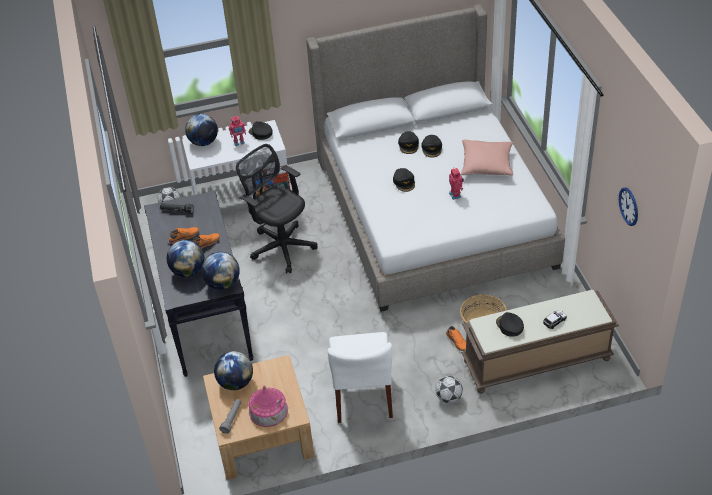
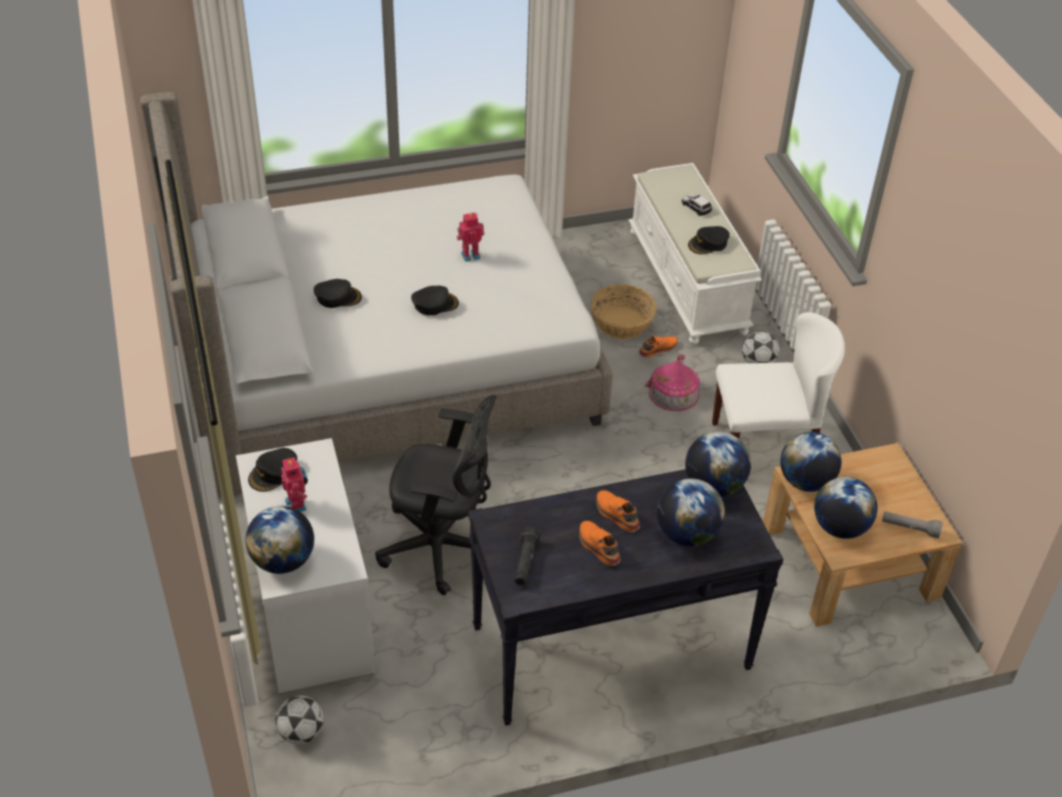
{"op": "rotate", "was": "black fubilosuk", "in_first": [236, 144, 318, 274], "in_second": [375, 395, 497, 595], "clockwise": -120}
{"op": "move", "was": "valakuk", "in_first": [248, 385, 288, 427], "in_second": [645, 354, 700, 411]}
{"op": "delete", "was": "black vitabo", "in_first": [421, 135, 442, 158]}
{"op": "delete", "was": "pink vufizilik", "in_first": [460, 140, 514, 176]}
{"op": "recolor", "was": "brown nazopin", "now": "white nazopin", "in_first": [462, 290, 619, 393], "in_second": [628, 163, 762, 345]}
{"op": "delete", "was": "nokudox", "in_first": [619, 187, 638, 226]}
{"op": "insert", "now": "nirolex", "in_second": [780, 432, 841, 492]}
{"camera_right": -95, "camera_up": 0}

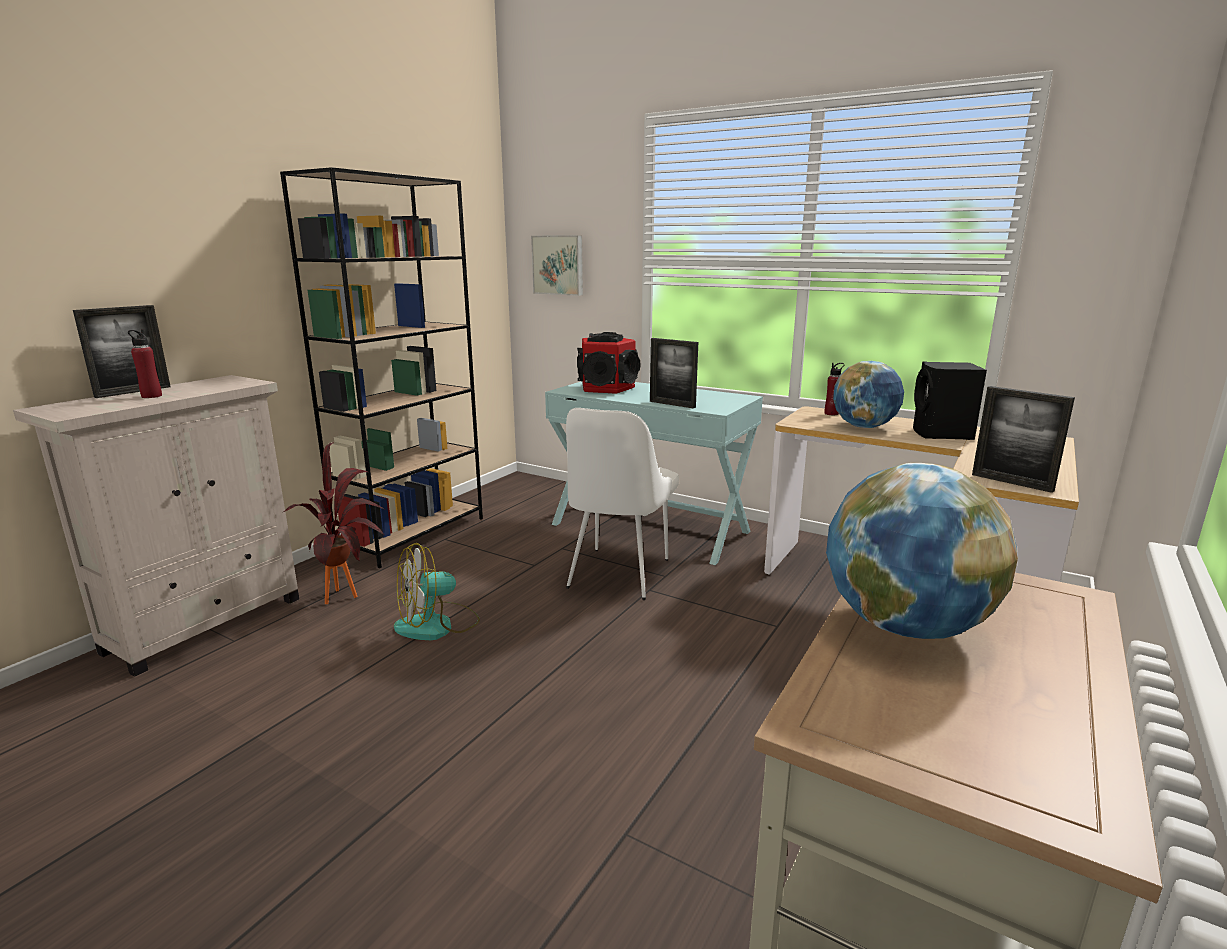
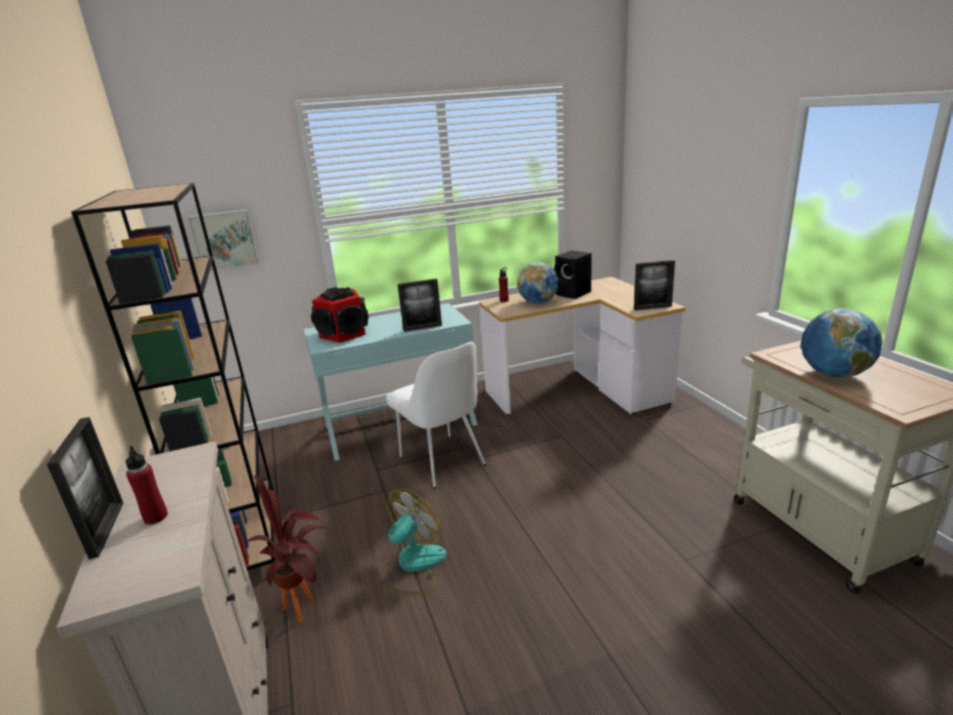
{"op": "rotate", "was": "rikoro", "in_first": [394, 543, 480, 640], "in_second": [381, 489, 447, 594], "clockwise": -150}
{"camera_right": -50, "camera_up": 5}

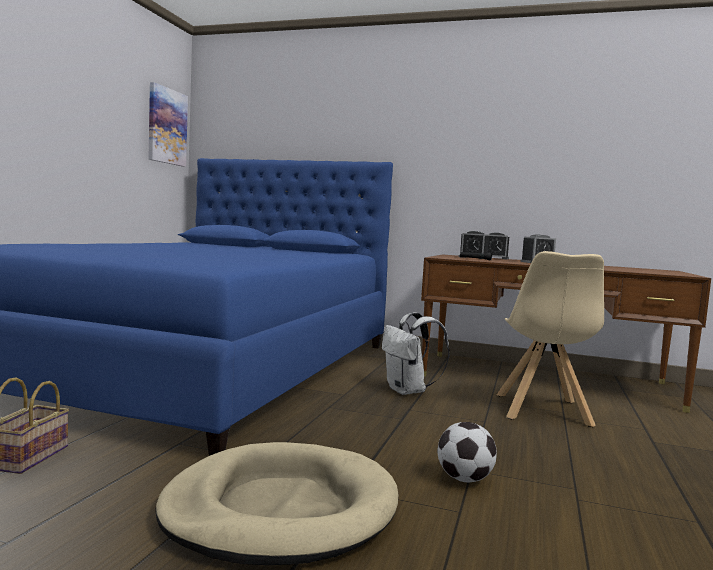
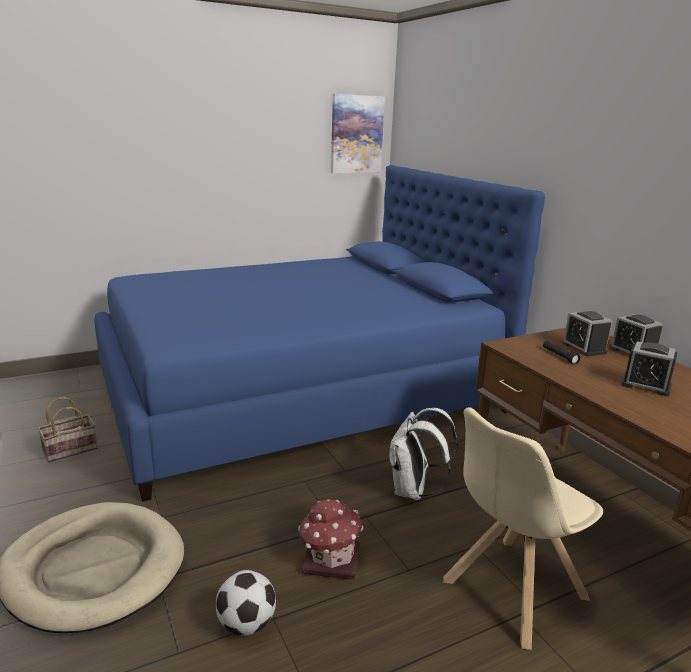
{"op": "insert", "now": "valakuk", "in_second": [298, 499, 363, 580]}
{"camera_right": 45, "camera_up": 15}

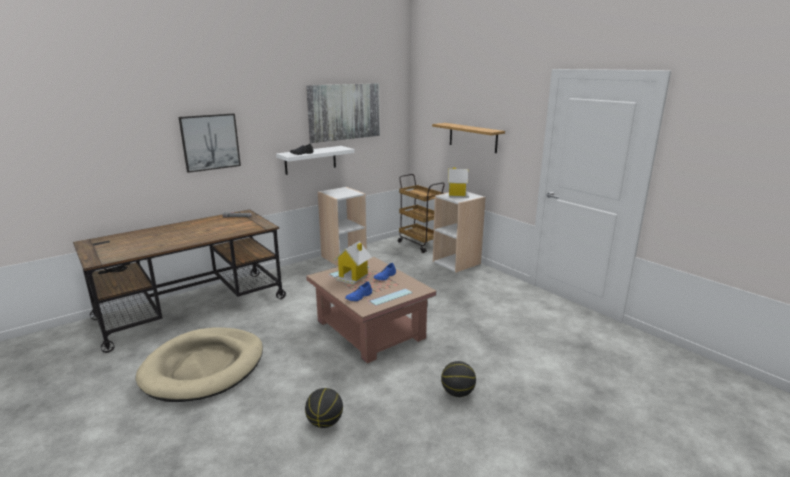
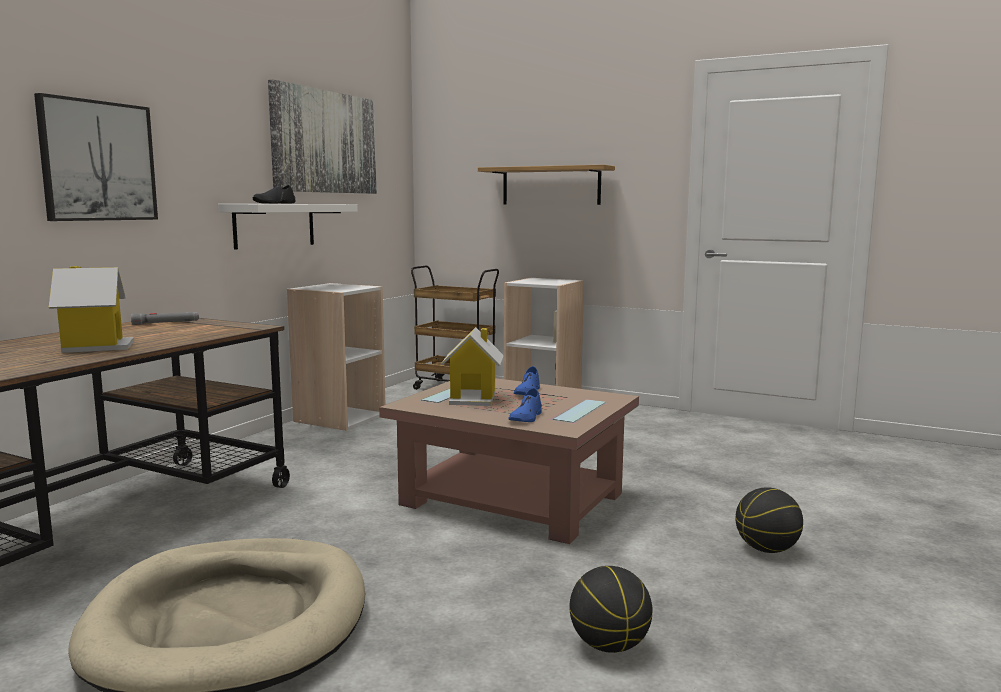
{"op": "move", "was": "valakuk", "in_first": [448, 168, 469, 198], "in_second": [49, 266, 134, 353]}
{"camera_right": -25, "camera_up": -10}

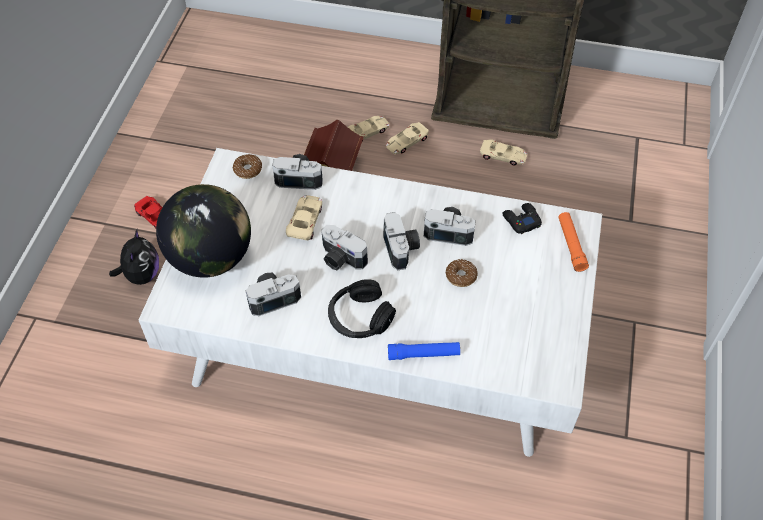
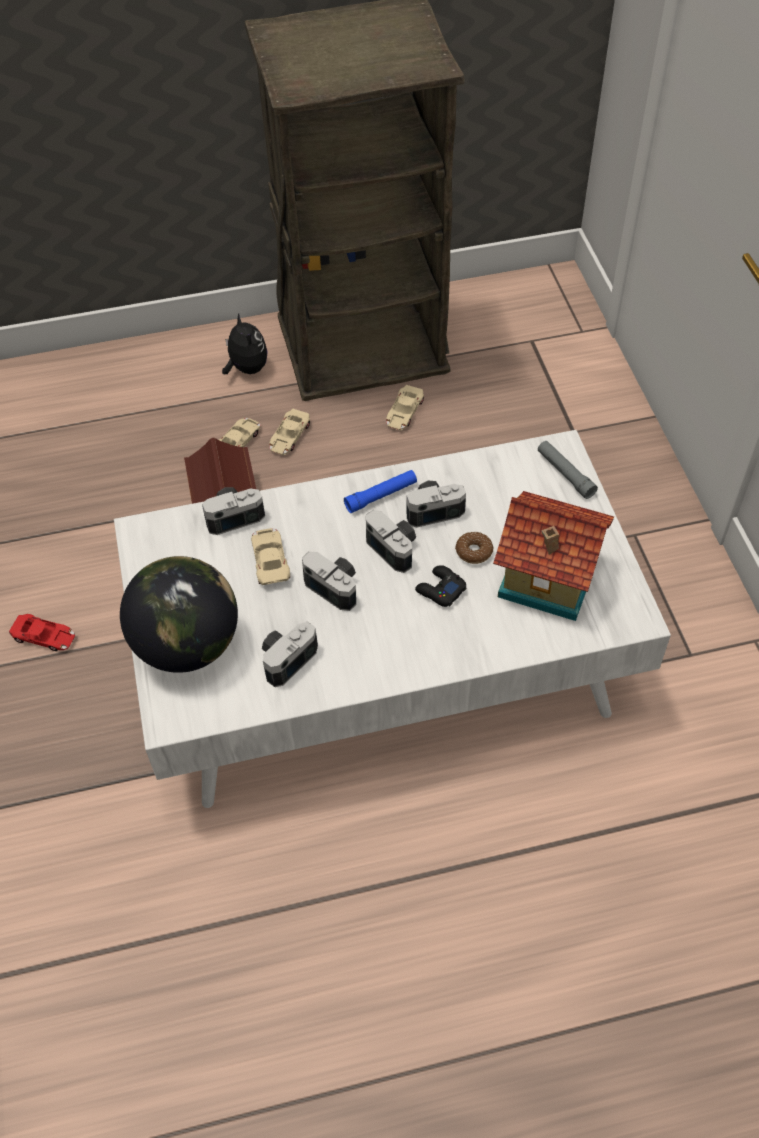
{"op": "move", "was": "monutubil", "in_first": [109, 229, 159, 285], "in_second": [222, 313, 268, 374]}
{"op": "delete", "was": "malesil", "in_first": [233, 154, 262, 179]}
{"op": "rotate", "was": "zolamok", "in_first": [321, 225, 368, 271], "in_second": [302, 552, 356, 611], "clockwise": -150}
{"op": "delete", "was": "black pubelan", "in_first": [328, 279, 396, 338]}
{"op": "move", "was": "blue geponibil", "in_first": [388, 342, 460, 360], "in_second": [344, 470, 417, 513]}
{"op": "rotate", "was": "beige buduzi", "in_first": [480, 139, 527, 165], "in_second": [386, 385, 424, 430], "clockwise": 120}
{"op": "move", "was": "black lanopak", "in_first": [502, 203, 542, 234], "in_second": [415, 565, 466, 607]}
{"op": "recolor", "was": "orange geponibil", "now": "grey geponibil", "in_first": [559, 212, 589, 272], "in_second": [538, 441, 598, 499]}
{"op": "insert", "now": "valakuk", "in_second": [493, 491, 614, 621]}
{"camera_right": -25, "camera_up": 0}

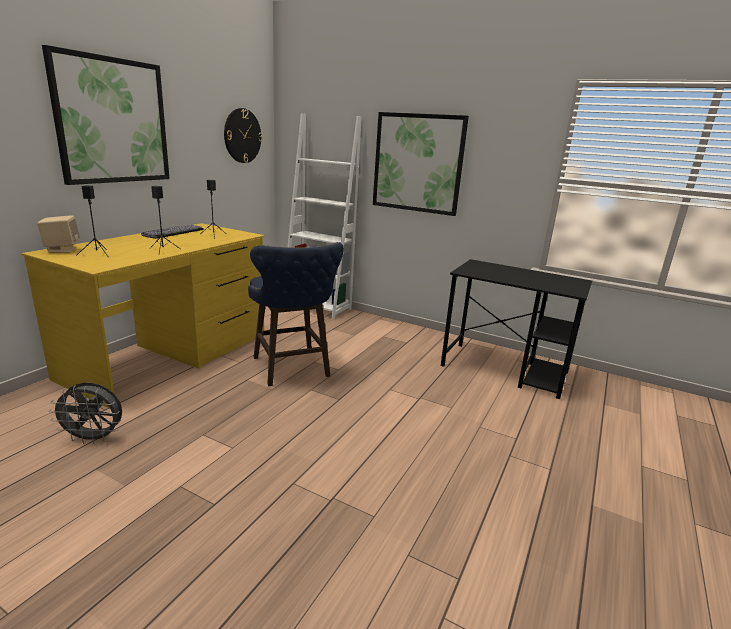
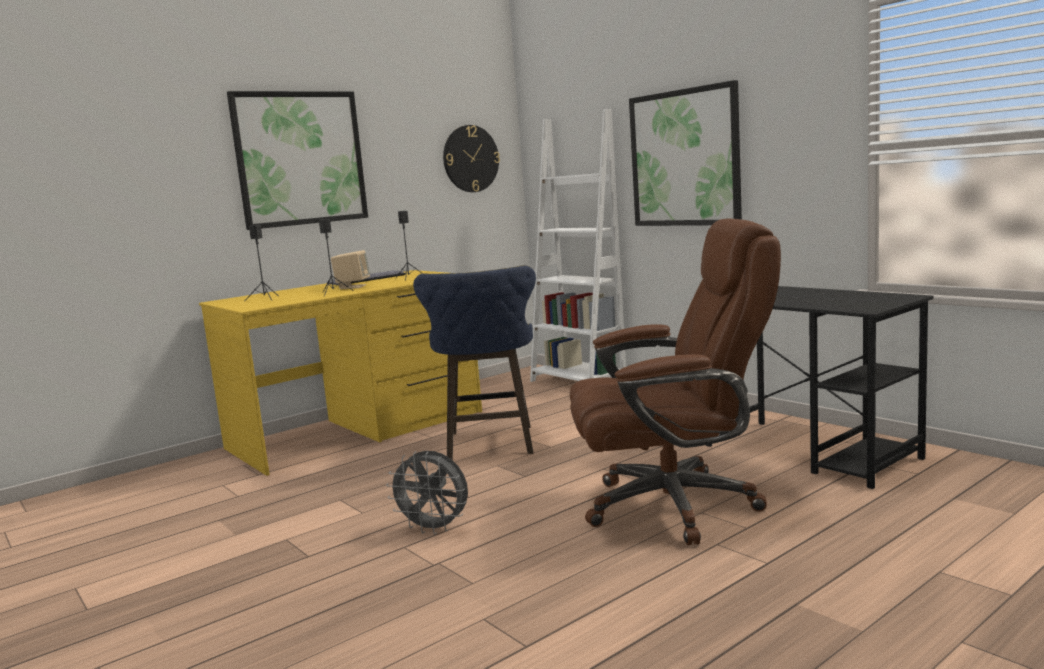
{"op": "move", "was": "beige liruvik", "in_first": [37, 215, 80, 253], "in_second": [331, 250, 370, 289]}
{"op": "move", "was": "grey rikoro", "in_first": [49, 383, 122, 445], "in_second": [386, 451, 468, 535]}
{"op": "insert", "now": "brown fubilosuk", "in_second": [570, 219, 781, 545]}
{"camera_right": 25, "camera_up": -10}

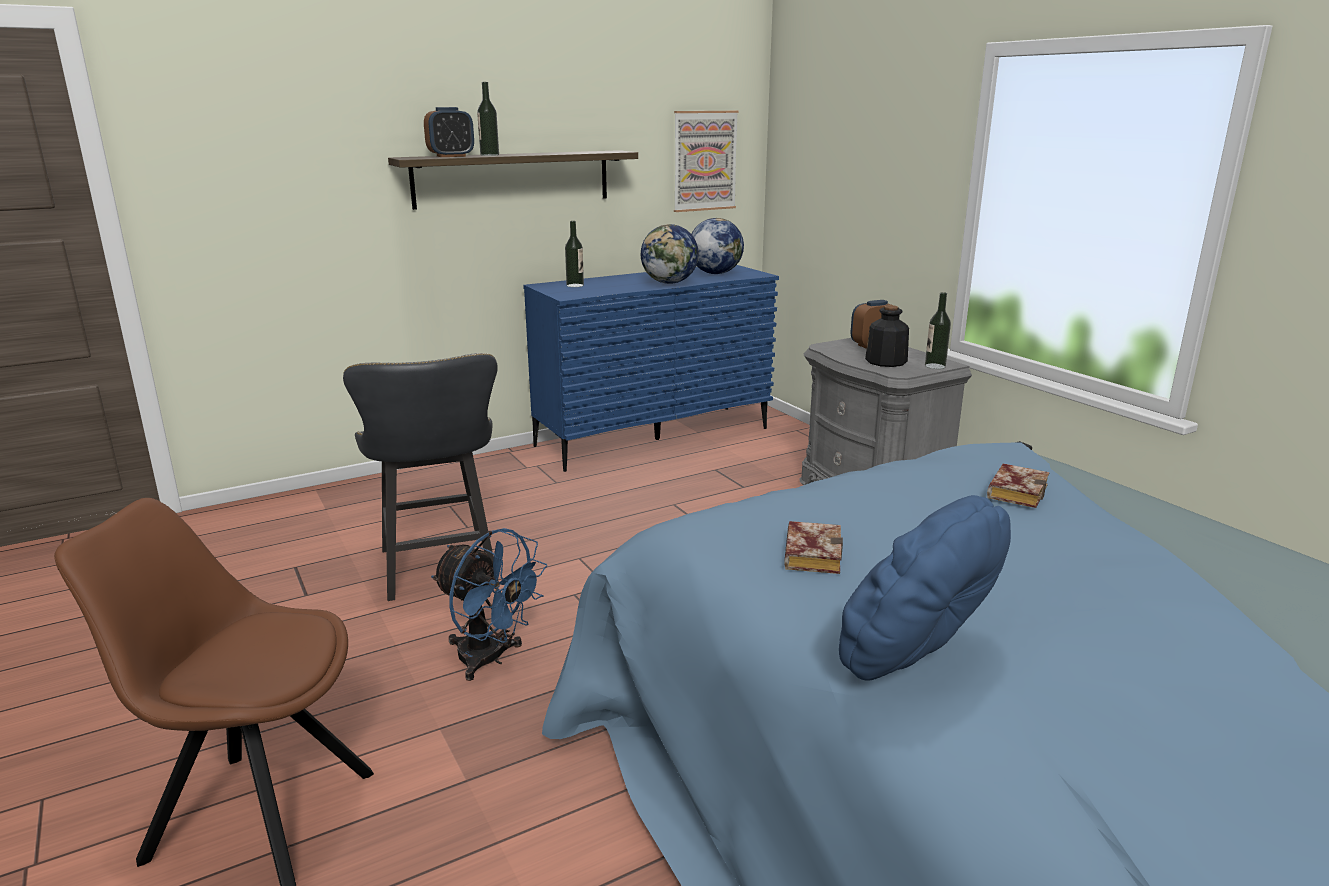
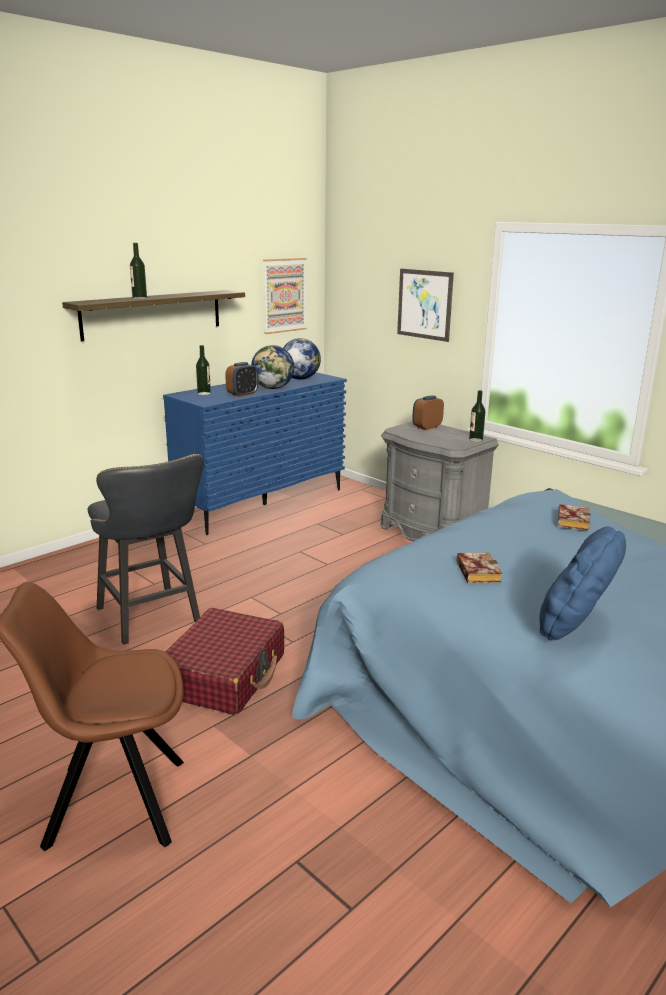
{"op": "move", "was": "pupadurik", "in_first": [424, 107, 474, 157], "in_second": [225, 362, 258, 397]}
{"op": "replace", "was": "blue rikoro", "now": "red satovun", "in_first": [431, 528, 547, 681], "in_second": [165, 608, 284, 715]}
{"op": "delete", "was": "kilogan", "in_first": [865, 305, 909, 367]}
{"op": "insert", "now": "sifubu", "in_second": [397, 269, 454, 342]}
{"camera_right": -15, "camera_up": 0}

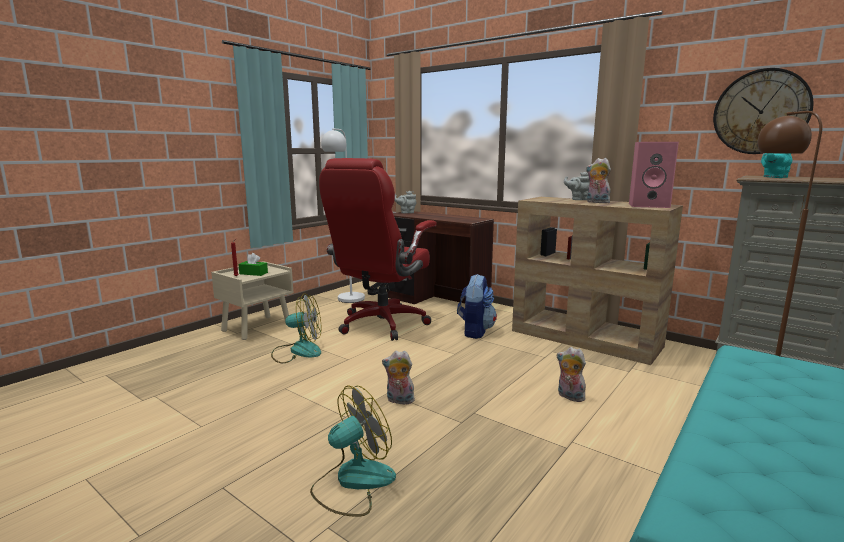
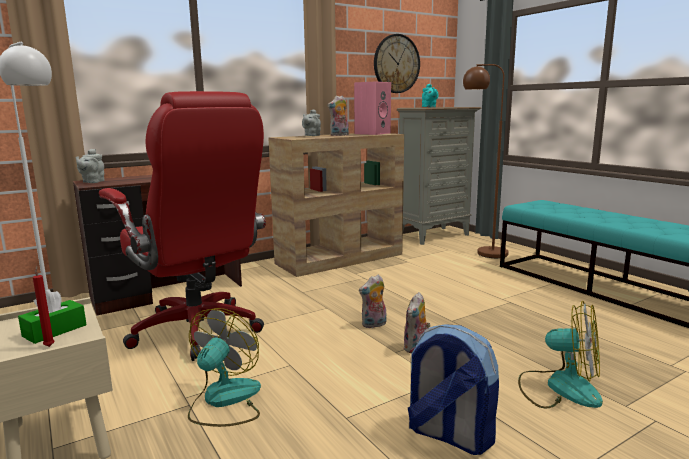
{"op": "rotate", "was": "rikoro", "in_first": [310, 385, 396, 517], "in_second": [518, 301, 603, 408], "clockwise": 135}
{"op": "move", "was": "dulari", "in_first": [457, 274, 497, 339], "in_second": [408, 324, 499, 455]}
{"op": "move", "was": "monutubil", "in_first": [557, 347, 586, 402], "in_second": [359, 275, 386, 328]}
{"camera_right": -70, "camera_up": 0}

